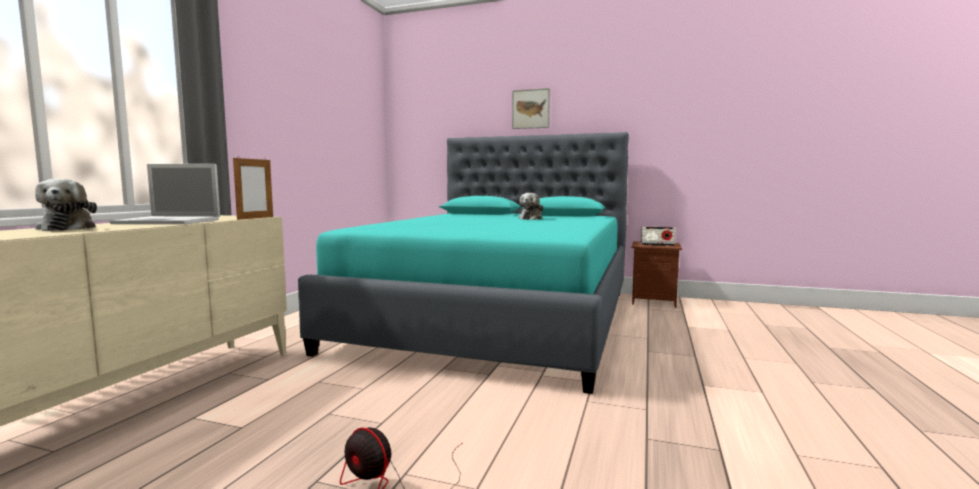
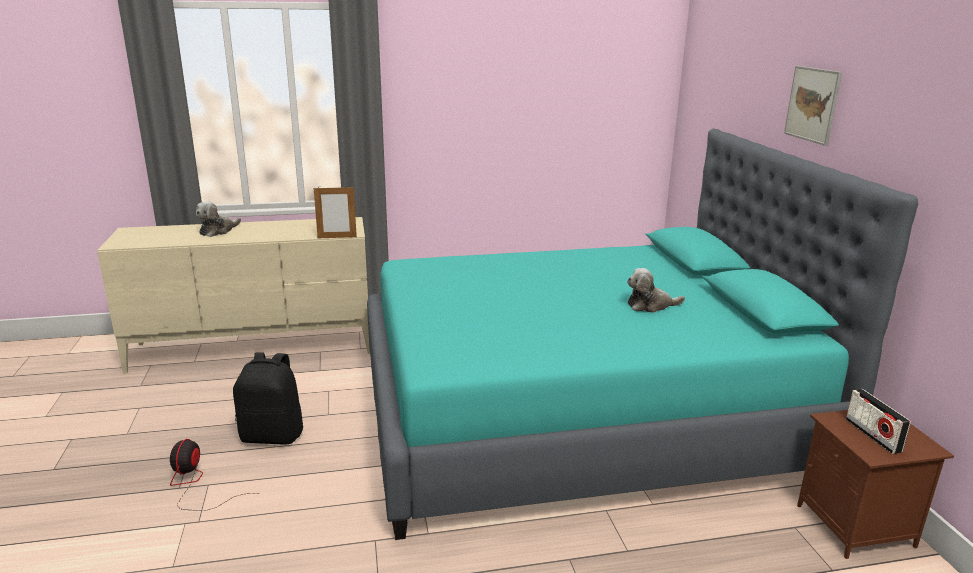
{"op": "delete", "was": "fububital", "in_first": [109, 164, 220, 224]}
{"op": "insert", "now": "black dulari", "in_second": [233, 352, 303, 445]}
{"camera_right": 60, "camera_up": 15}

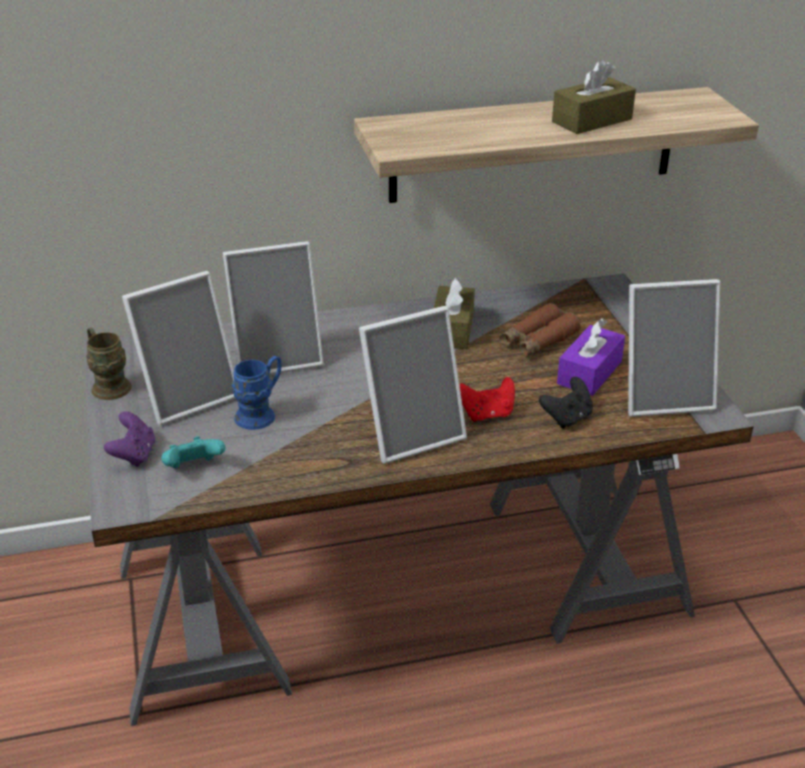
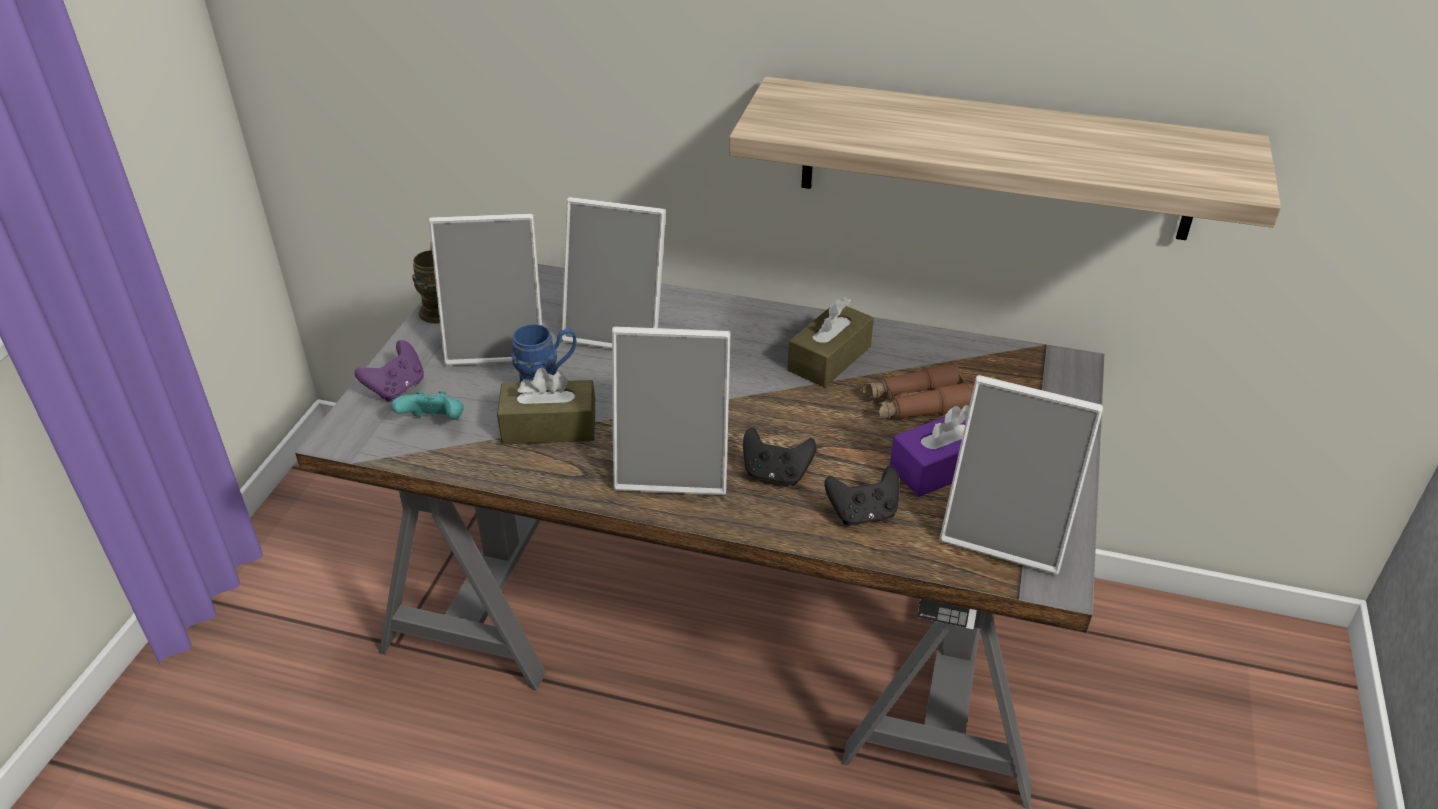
{"op": "recolor", "was": "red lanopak", "now": "black lanopak", "in_first": [459, 377, 515, 422], "in_second": [743, 428, 816, 485]}
{"op": "move", "was": "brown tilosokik", "in_first": [552, 59, 636, 134], "in_second": [497, 368, 595, 444]}
{"camera_right": 30, "camera_up": 5}

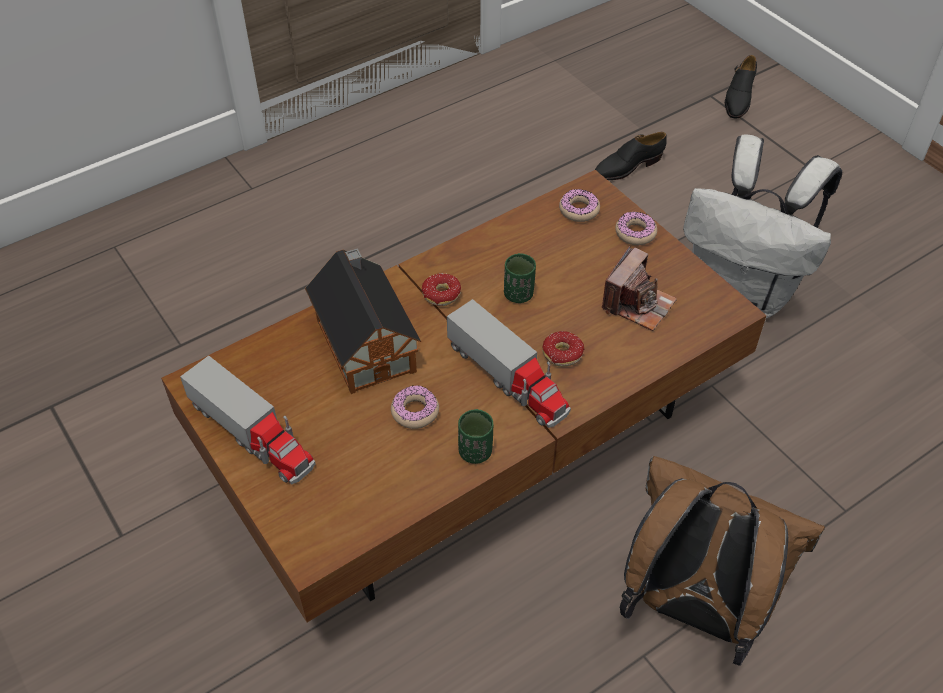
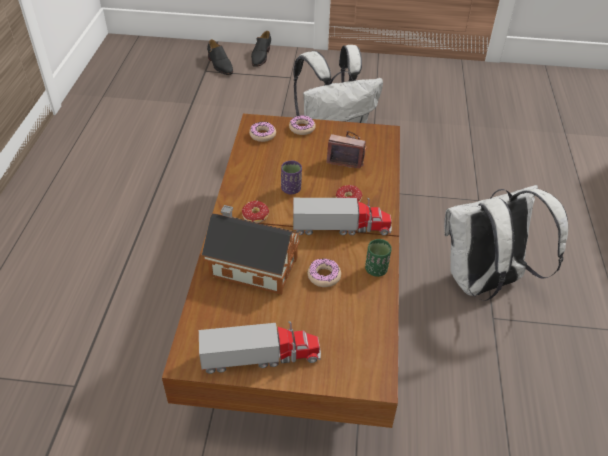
{"op": "recolor", "was": "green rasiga", "now": "purple rasiga", "in_first": [504, 253, 536, 303], "in_second": [281, 161, 302, 194]}
{"op": "move", "was": "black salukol", "in_first": [595, 132, 667, 180], "in_second": [251, 31, 271, 67]}
{"op": "rotate", "was": "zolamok", "in_first": [602, 246, 677, 331], "in_second": [327, 131, 367, 169], "clockwise": -60}
{"op": "recolor", "was": "brown dulari", "now": "white dulari", "in_first": [620, 456, 825, 666], "in_second": [444, 185, 568, 300]}
{"camera_right": -50, "camera_up": -5}

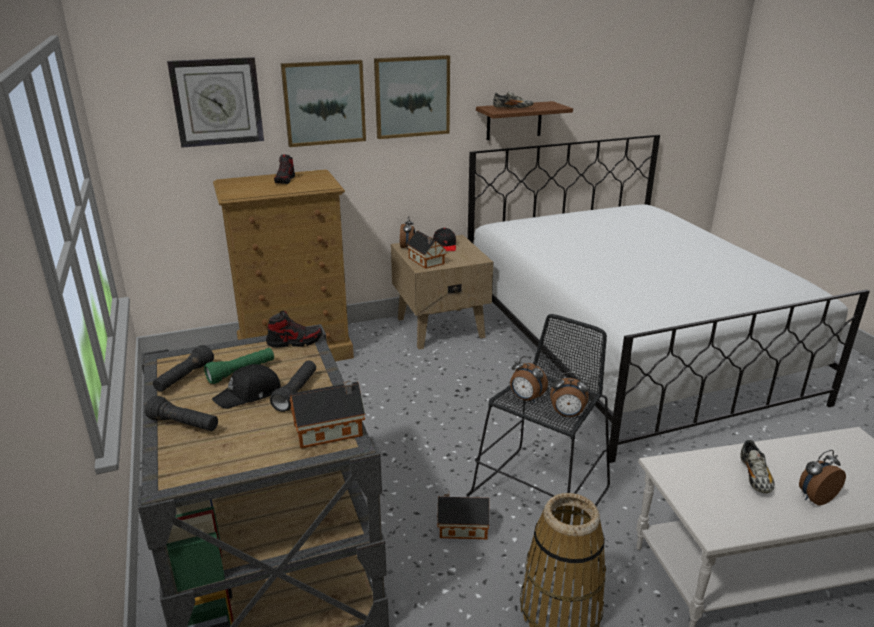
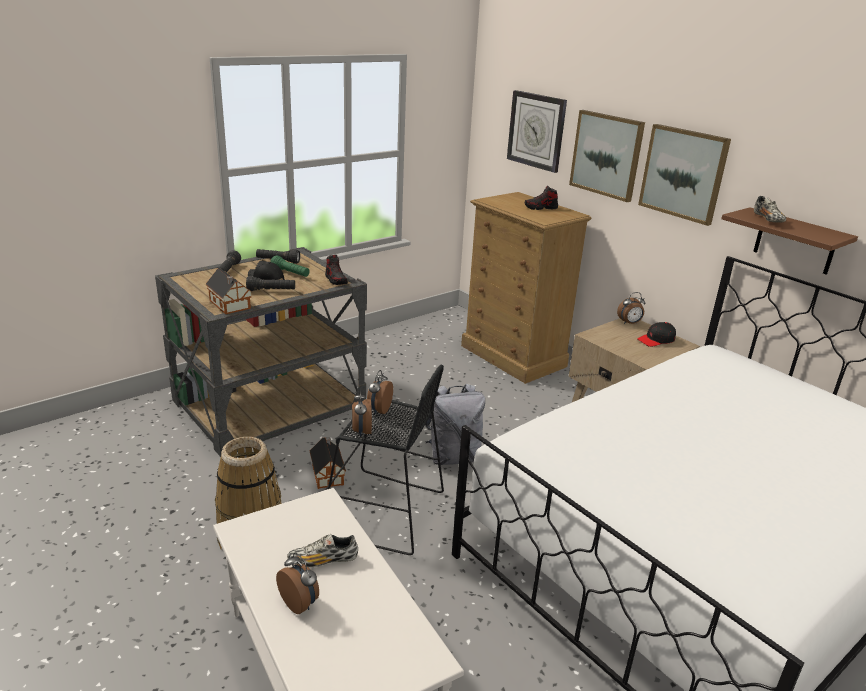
{"op": "delete", "was": "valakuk", "in_first": [406, 231, 447, 269]}
{"op": "insert", "now": "grey dulari", "in_second": [425, 384, 485, 465]}
{"camera_right": 70, "camera_up": 0}

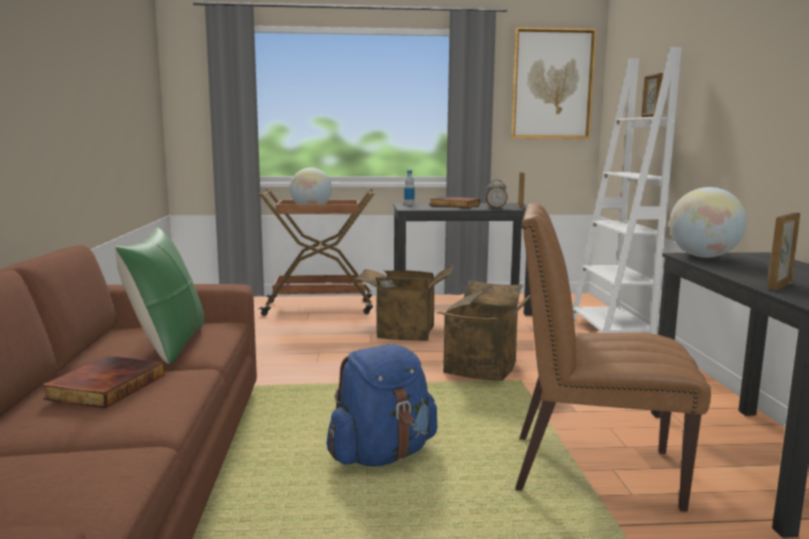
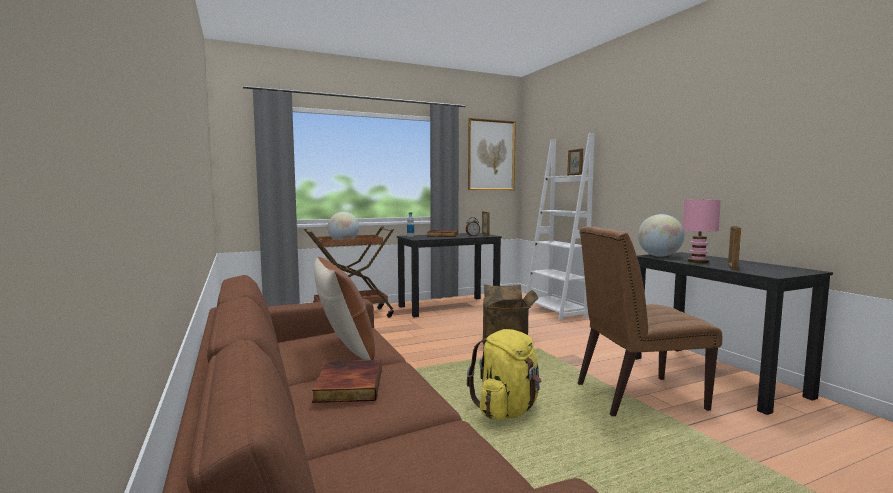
{"op": "recolor", "was": "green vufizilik", "now": "brown vufizilik", "in_first": [115, 228, 204, 365], "in_second": [314, 257, 375, 360]}
{"op": "recolor", "was": "blue dulari", "now": "yellow dulari", "in_first": [327, 344, 437, 467], "in_second": [467, 329, 542, 420]}
{"op": "delete", "was": "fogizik", "in_first": [355, 265, 453, 341]}
{"op": "insert", "now": "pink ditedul", "in_second": [682, 199, 721, 263]}
{"camera_right": -20, "camera_up": -5}

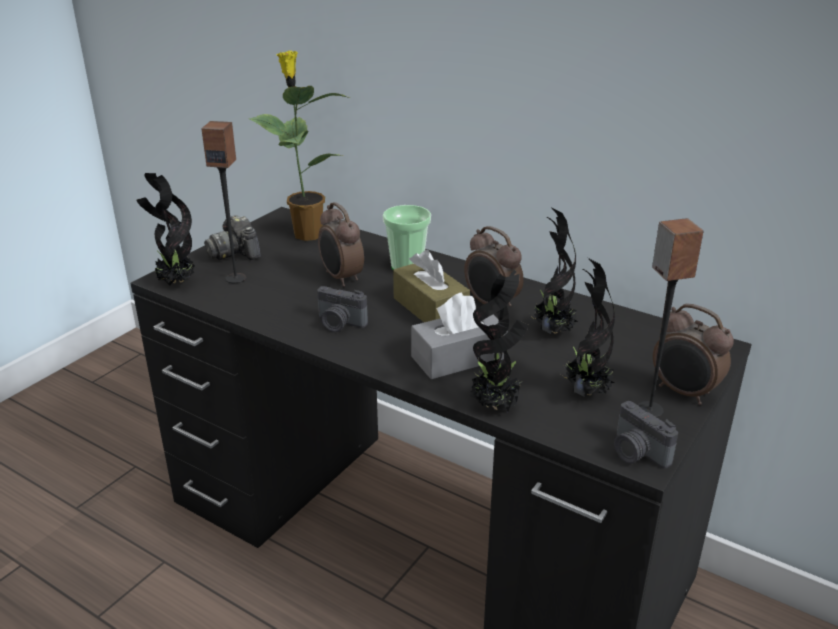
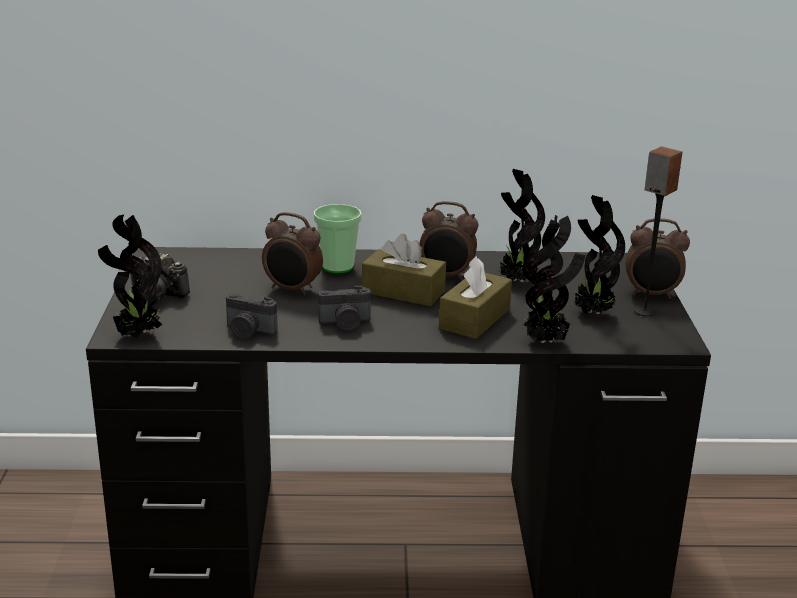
{"op": "delete", "was": "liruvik", "in_first": [202, 121, 246, 283]}
{"op": "delete", "was": "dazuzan", "in_first": [249, 50, 351, 241]}
{"op": "recolor", "was": "grey tilosokik", "now": "brown tilosokik", "in_first": [411, 293, 508, 379], "in_second": [439, 256, 512, 339]}
{"op": "move", "was": "zolamok", "in_first": [614, 401, 678, 469], "in_second": [226, 294, 278, 339]}
{"camera_right": -35, "camera_up": -5}

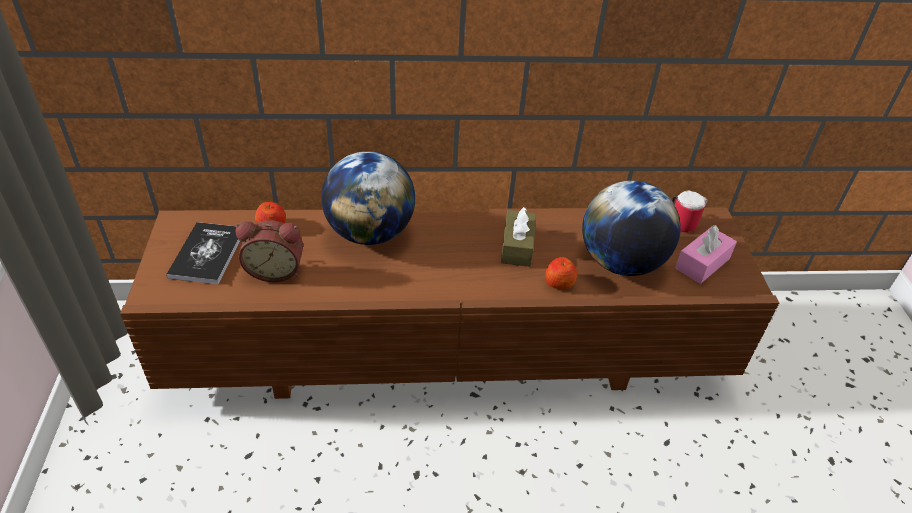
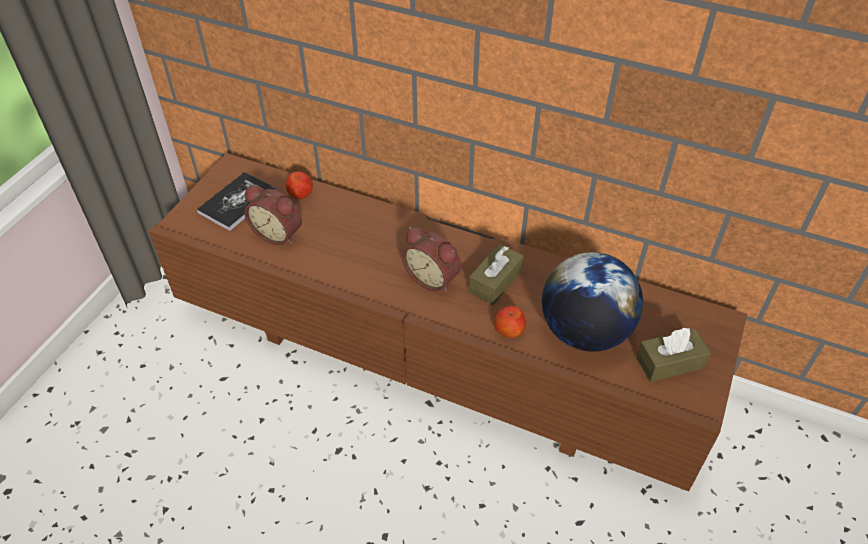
{"op": "delete", "was": "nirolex", "in_first": [321, 151, 415, 245]}
{"op": "delete", "was": "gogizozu", "in_first": [672, 191, 708, 232]}
{"op": "recolor", "was": "pink tilosokik", "now": "brown tilosokik", "in_first": [675, 225, 737, 284], "in_second": [636, 327, 711, 382]}
{"op": "insert", "now": "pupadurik", "in_second": [402, 227, 461, 292]}
{"camera_right": 30, "camera_up": 5}

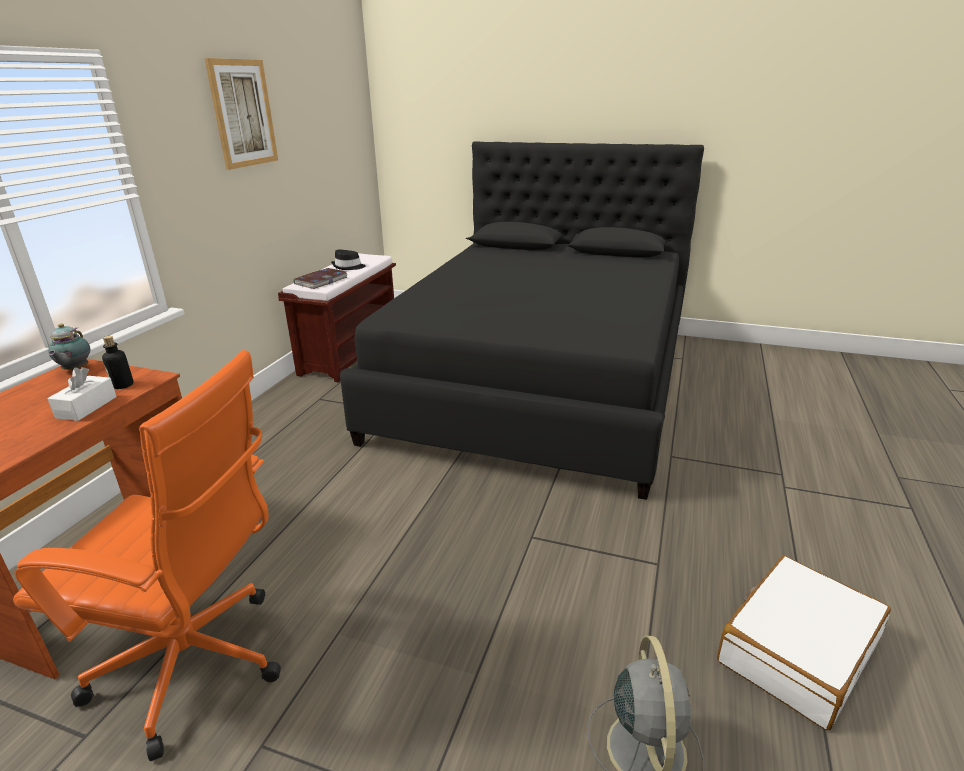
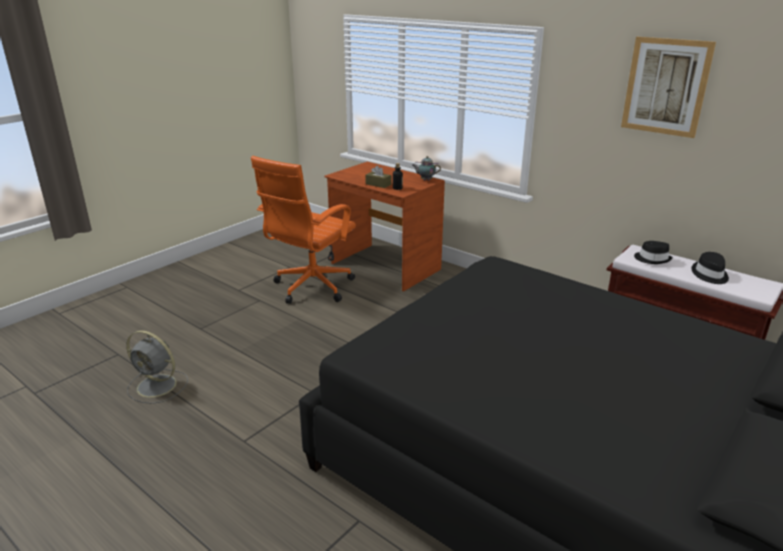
{"op": "recolor", "was": "white tilosokik", "now": "brown tilosokik", "in_first": [47, 367, 117, 421], "in_second": [365, 165, 391, 188]}
{"op": "replace", "was": "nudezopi", "now": "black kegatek", "in_first": [294, 268, 348, 289], "in_second": [634, 241, 673, 264]}
{"op": "delete", "was": "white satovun", "in_first": [717, 556, 891, 730]}
{"camera_right": 110, "camera_up": 0}

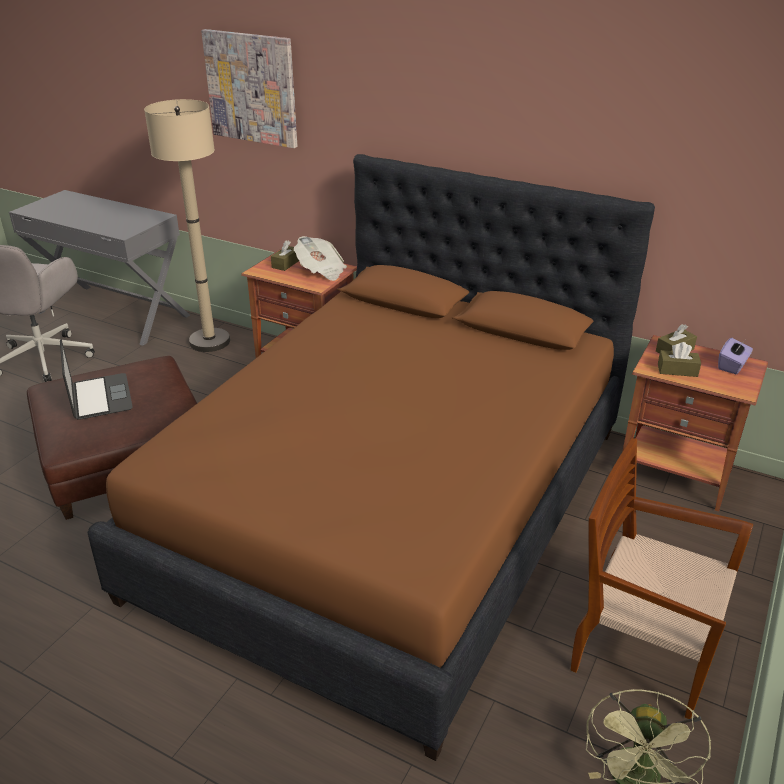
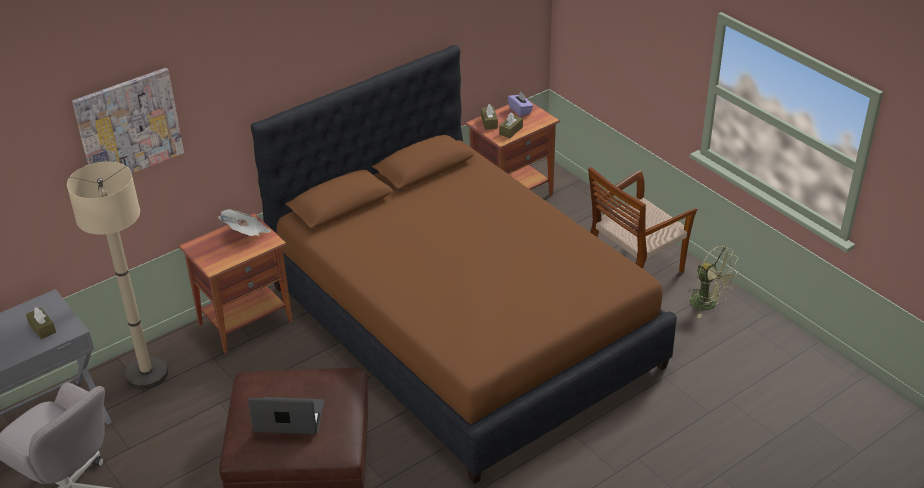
{"op": "move", "was": "brown tilosokik", "in_first": [271, 241, 299, 271], "in_second": [26, 307, 56, 339]}
{"camera_right": -65, "camera_up": 5}

